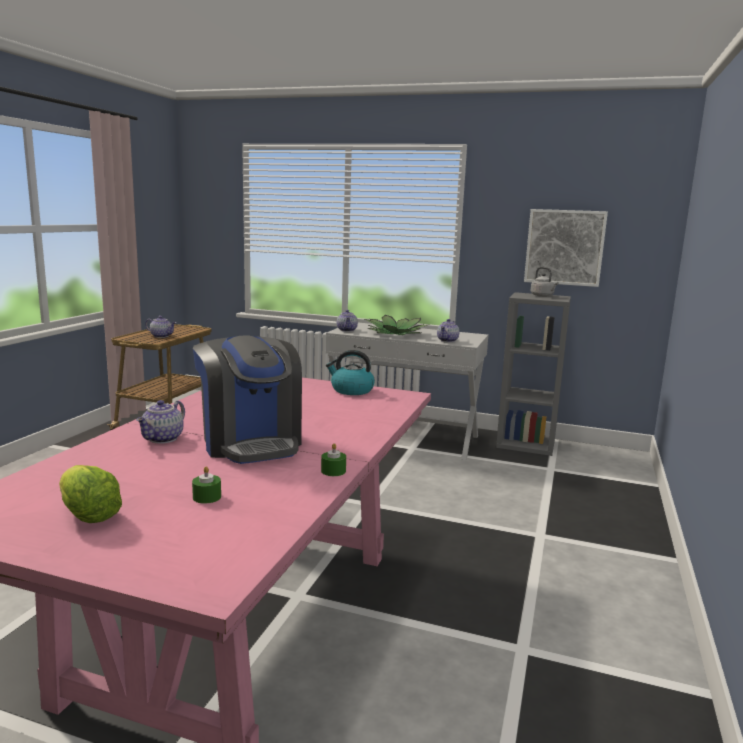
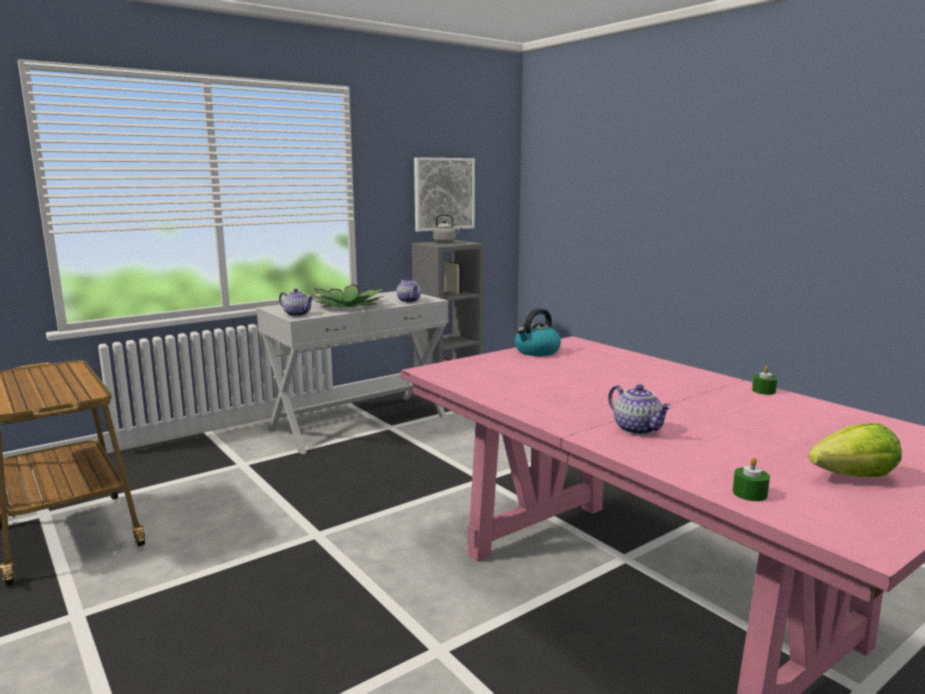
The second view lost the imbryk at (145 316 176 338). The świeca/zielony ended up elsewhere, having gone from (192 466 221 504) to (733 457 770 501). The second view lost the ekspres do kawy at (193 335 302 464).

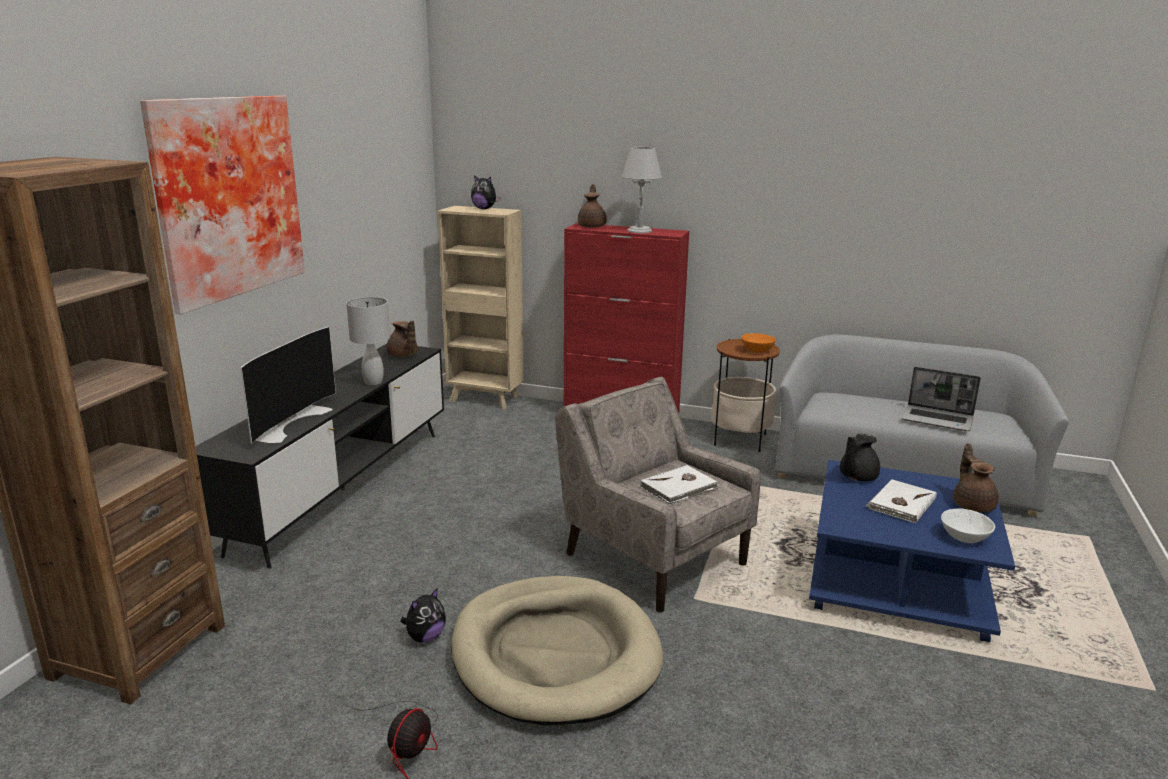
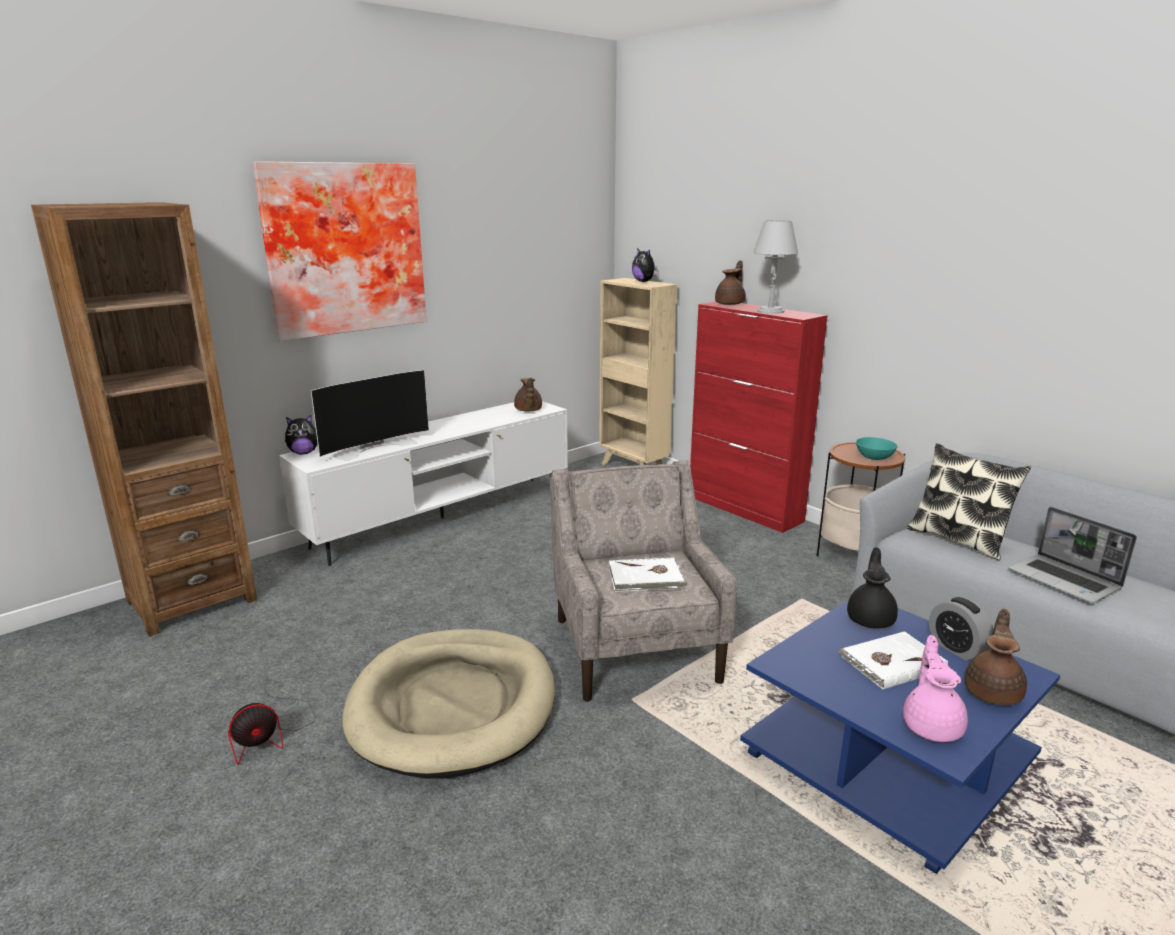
What was the szafka pod telewizor/czarny at (195 344 444 568) turned into the szafka pod telewizor/biały at (279 401 568 566). The second view lost the lampa stołowa/biały at (346 297 390 385). The pluszak ended up elsewhere, having gone from (400 588 446 642) to (285 415 318 454). What was the miska/pomarańczowy at (741 333 776 352) turned into the miska/turkusowy at (856 437 898 460). The imbryk/czarny at (840 434 880 482) ended up facing another way, 120 degrees clockwise from before. Where the miska/biały stood at (941 508 995 543), the imbryk/różowy came to stand at (903 635 968 742). The second view gained the poduszka at (907 443 1031 560). The second view gained the budzik at (929 597 993 661).

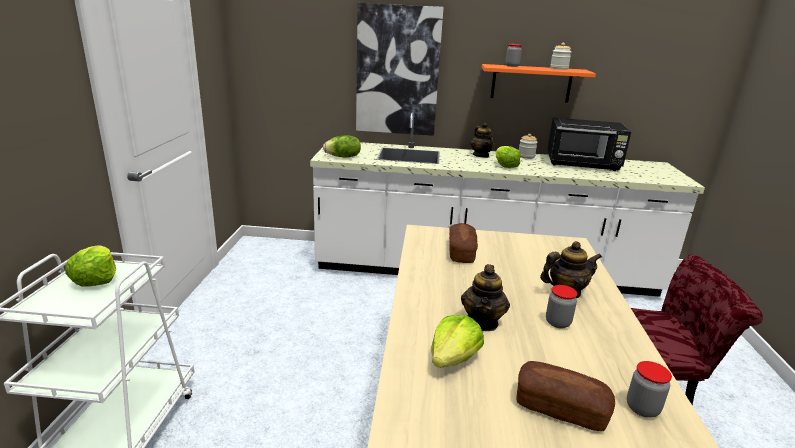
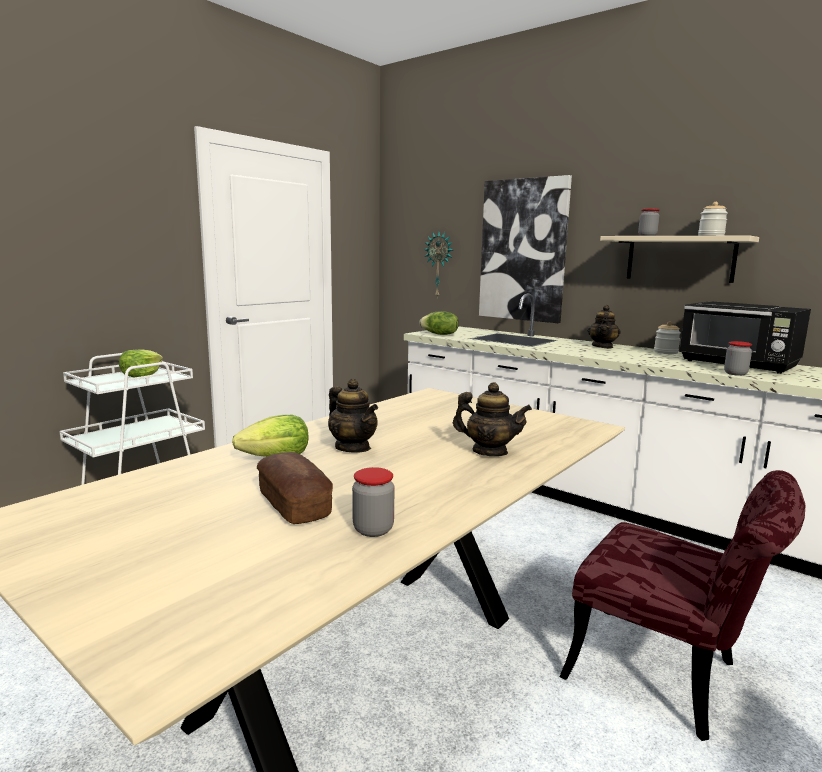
The second view lost the chleb at (449 223 478 263). The imbryk at (461 264 510 331) ended up facing another way, 90 degrees counterclockwise from before. What was the półka/pomarańczowy at (482 64 596 103) turned into the półka/beżowy at (600 236 759 283). The second view lost the sałata at (496 146 521 168). The słoik ended up elsewhere, having gone from (546 285 578 328) to (724 341 752 376). The second view gained the zegar ścienny at (424 232 453 297).

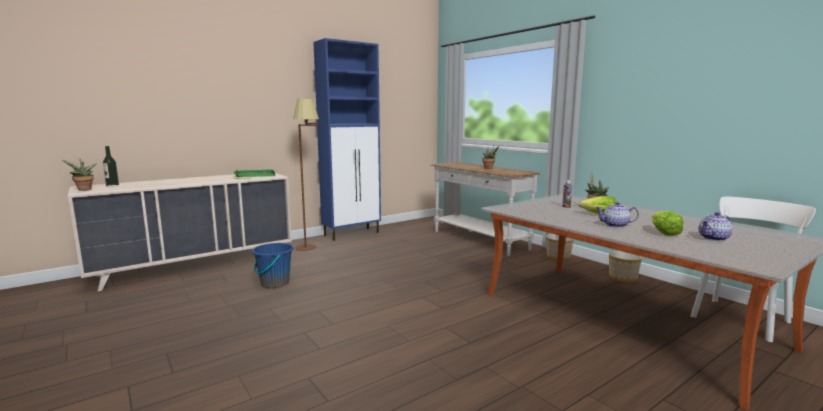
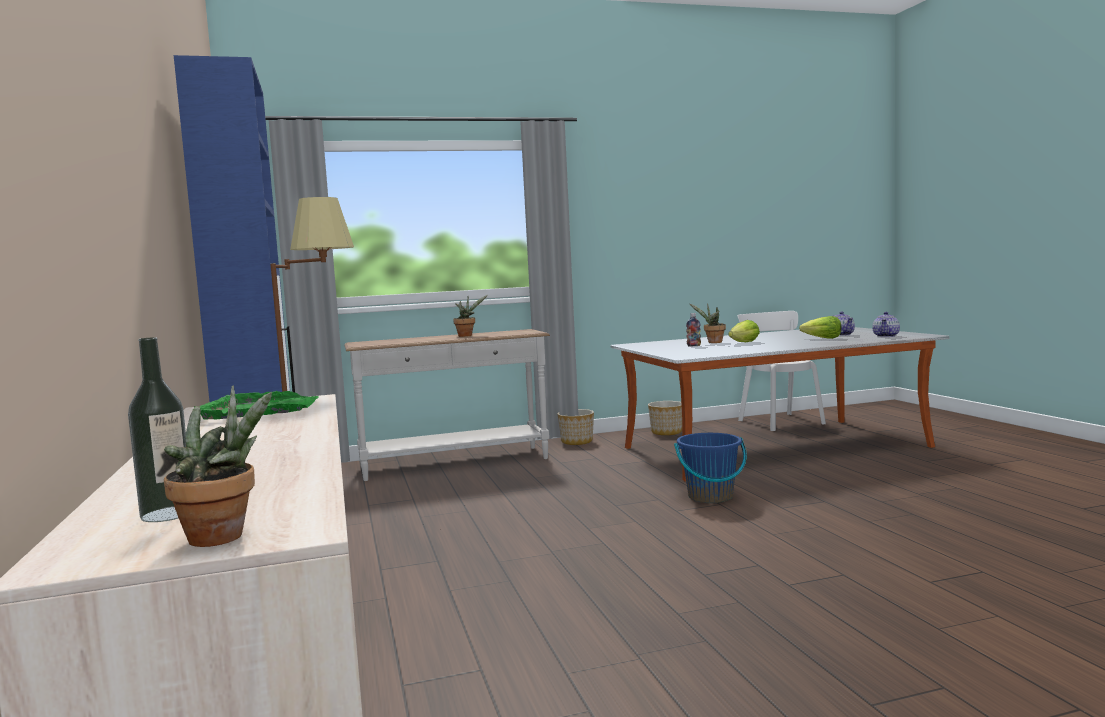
The wiadro/niebieski ended up elsewhere, having gone from (252 243 294 288) to (674 433 747 503). The imbryk ended up elsewhere, having gone from (596 202 639 228) to (872 312 900 337).

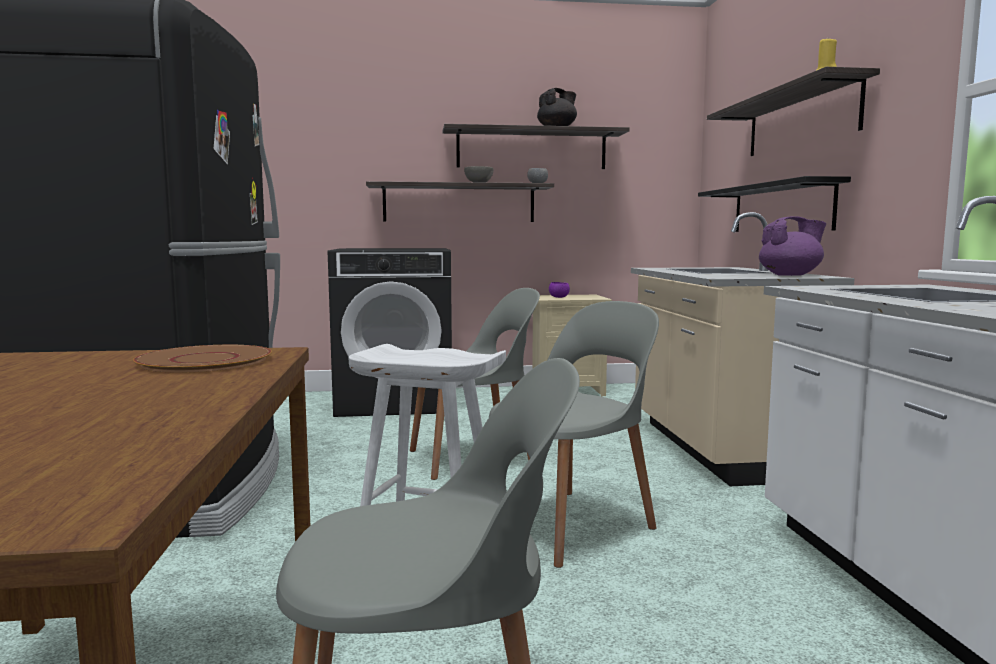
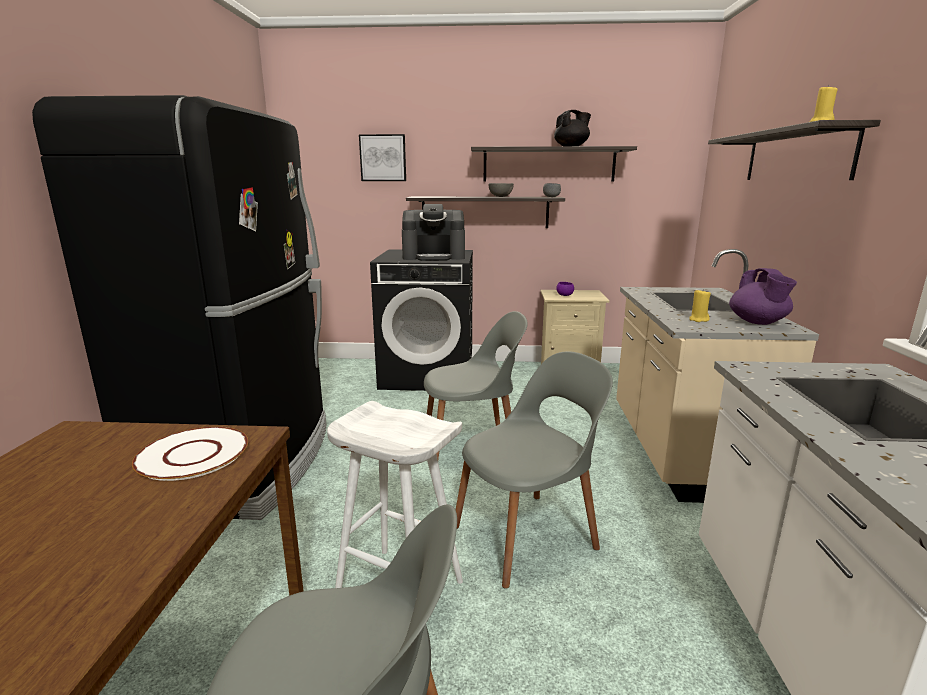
What was the talerz/brązowy at (133 345 272 372) turned into the talerz/biały at (132 427 248 481). The second view lost the półka/czarny at (698 176 851 232). The imbryk/fioletowy at (759 216 826 276) ended up facing another way, 90 degrees clockwise from before. The second view gained the obraz at (359 134 406 181). The second view gained the ekspres do kawy at (402 204 465 261). The second view gained the świeca/żółty at (689 289 711 322).

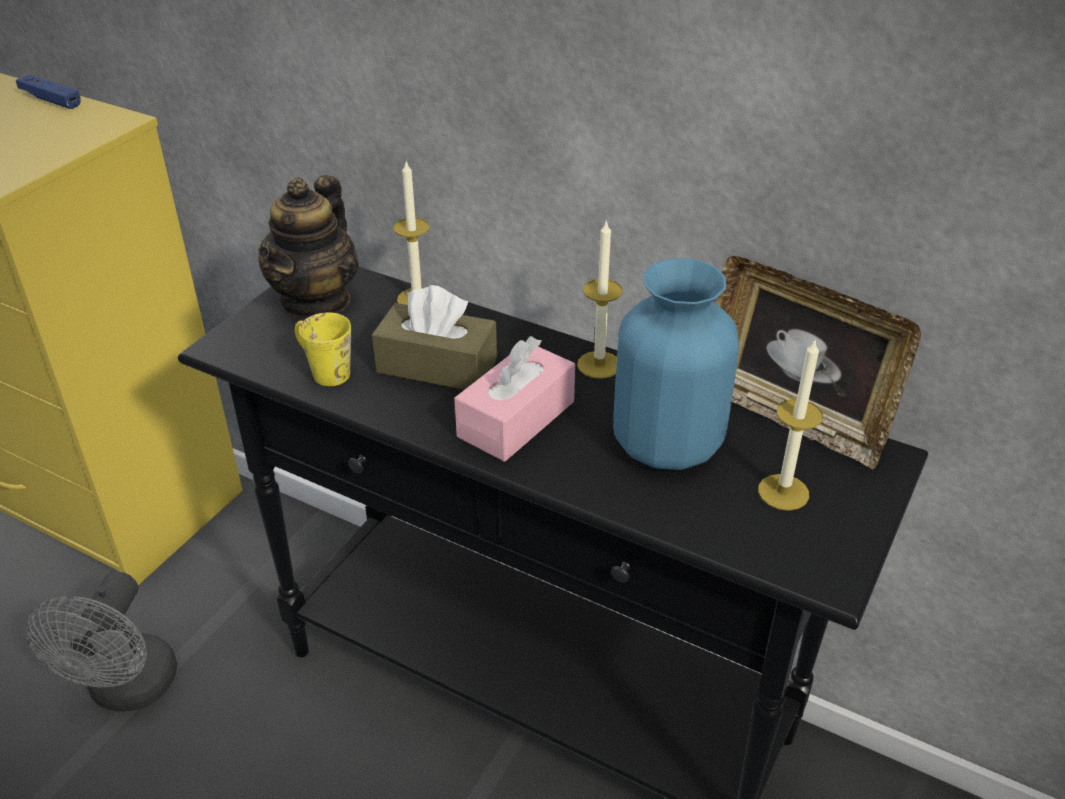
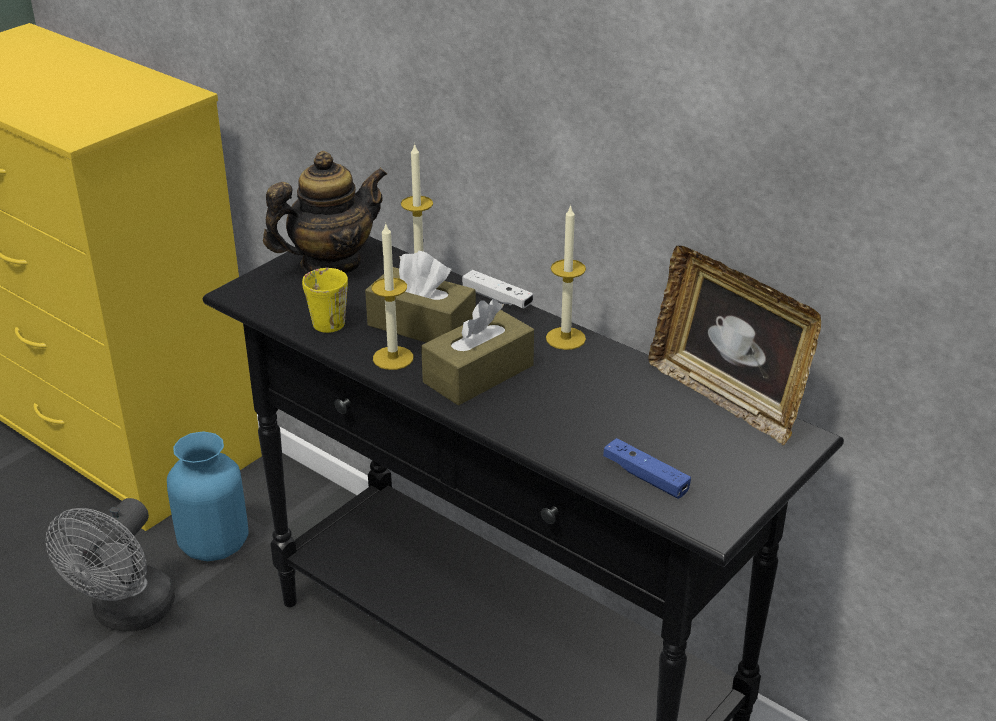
The pad do gier/niebieski ended up elsewhere, having gone from (16 74 81 109) to (603 438 691 499). The imbryk at (258 175 359 320) ended up facing another way, 150 degrees counterclockwise from before. What was the pudełko chusteczek/różowy at (454 336 575 462) turned into the pudełko chusteczek/brązowy at (421 299 534 406). The wazon/niebieski ended up elsewhere, having gone from (613 258 739 470) to (167 431 248 561). The świeca ended up elsewhere, having gone from (758 338 823 511) to (371 222 413 370). The second view gained the pad do gier/biały at (462 270 533 308).

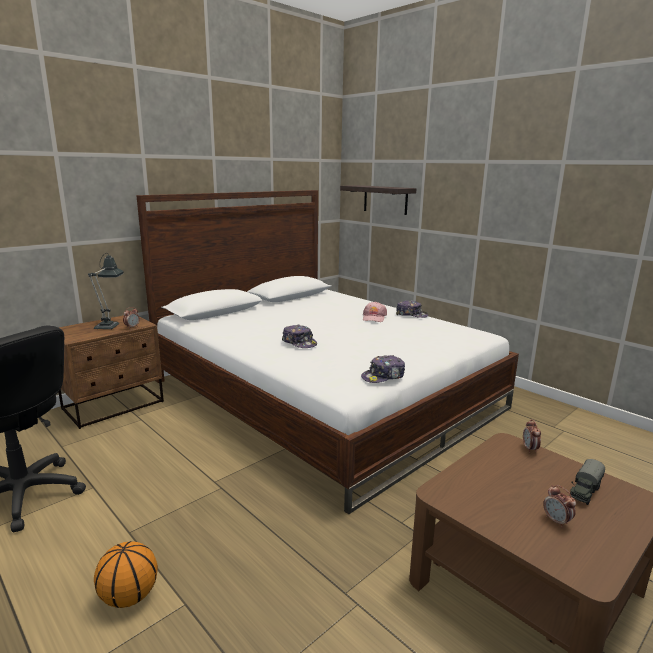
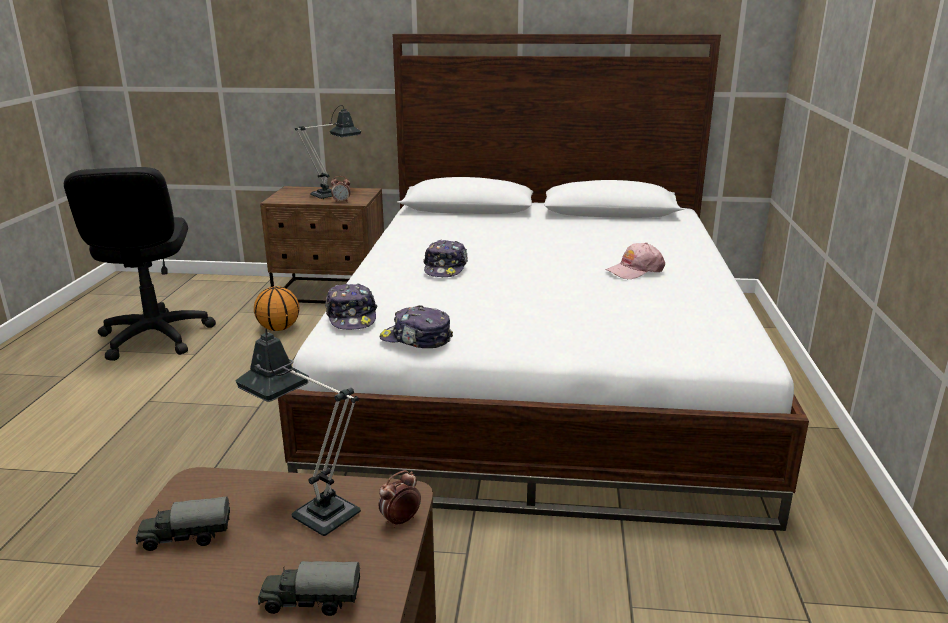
The piłka do koszykówki ended up elsewhere, having gone from (94 541 158 608) to (254 286 299 331). The second view lost the półka at (340 185 416 215). The czapka z daszkiem ended up elsewhere, having gone from (396 300 428 318) to (325 284 377 330). The second view lost the budzik at (543 485 576 528). The second view gained the ciężarówka zabawkowa at (136 496 230 551). The second view gained the lampa stołowa at (235 328 361 536).

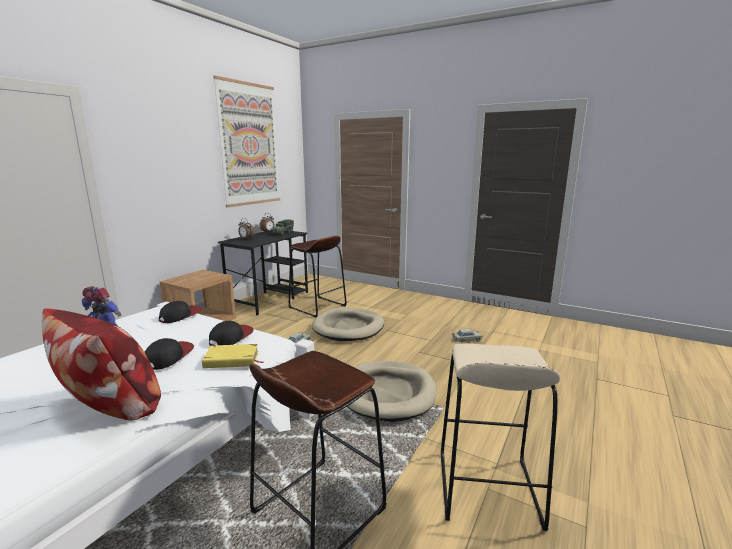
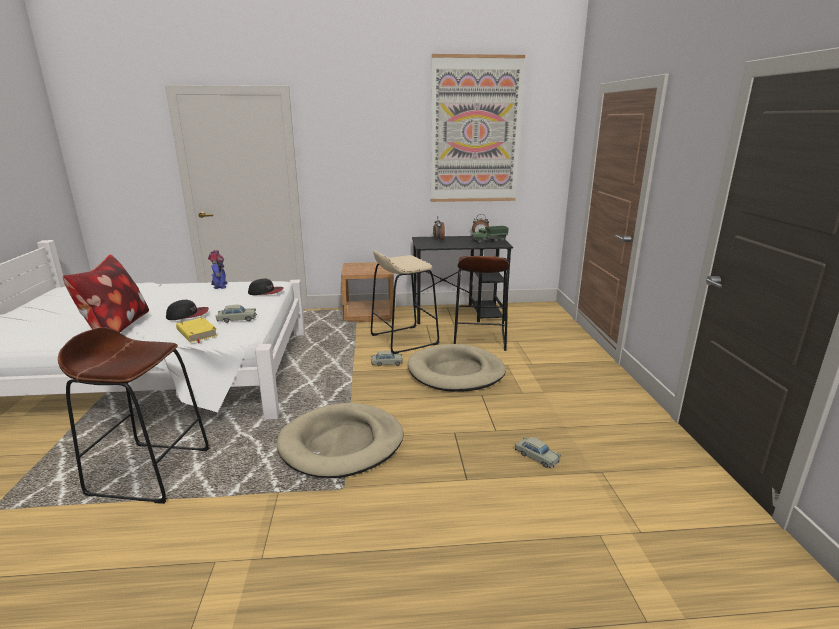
Where the czapka z daszkiem stood at (209 321 254 346), the samochodzik/beżowy came to stand at (216 305 257 323). The stołek/beżowy ended up elsewhere, having gone from (441 344 560 531) to (371 251 439 354).

